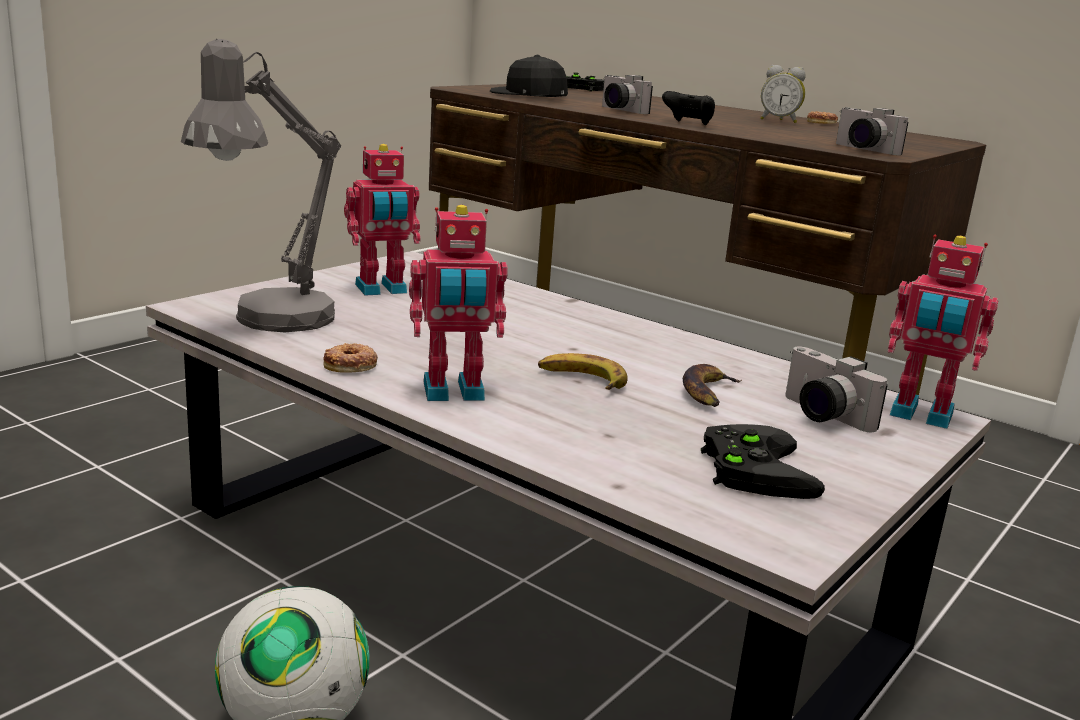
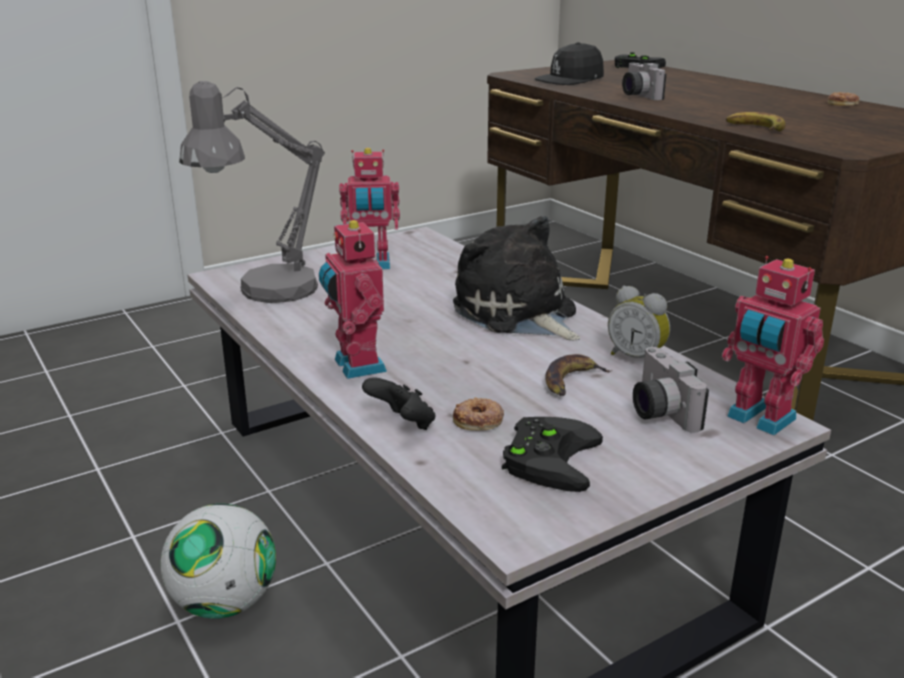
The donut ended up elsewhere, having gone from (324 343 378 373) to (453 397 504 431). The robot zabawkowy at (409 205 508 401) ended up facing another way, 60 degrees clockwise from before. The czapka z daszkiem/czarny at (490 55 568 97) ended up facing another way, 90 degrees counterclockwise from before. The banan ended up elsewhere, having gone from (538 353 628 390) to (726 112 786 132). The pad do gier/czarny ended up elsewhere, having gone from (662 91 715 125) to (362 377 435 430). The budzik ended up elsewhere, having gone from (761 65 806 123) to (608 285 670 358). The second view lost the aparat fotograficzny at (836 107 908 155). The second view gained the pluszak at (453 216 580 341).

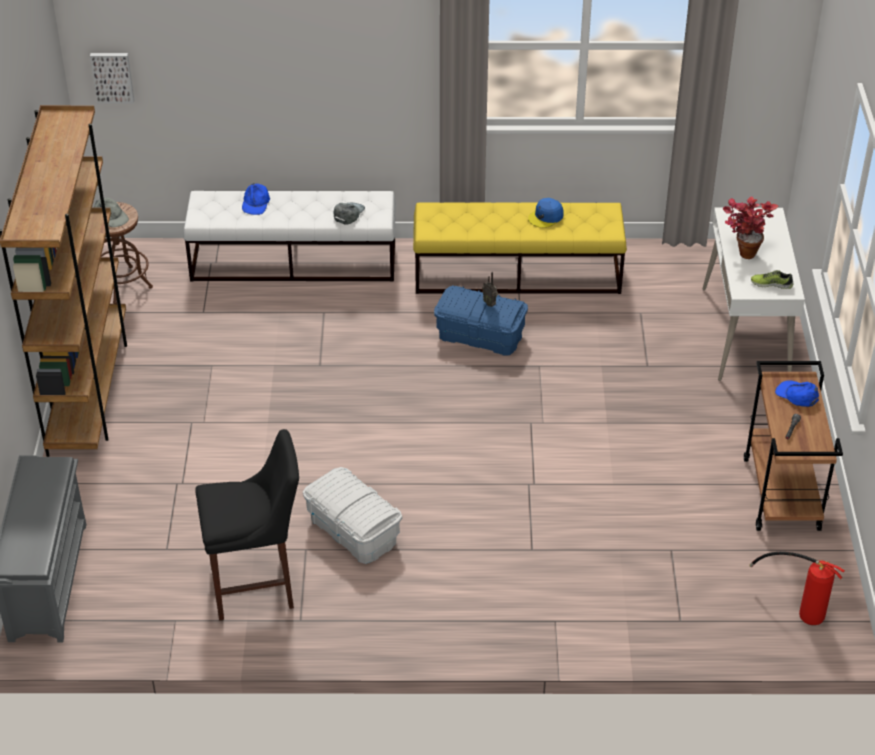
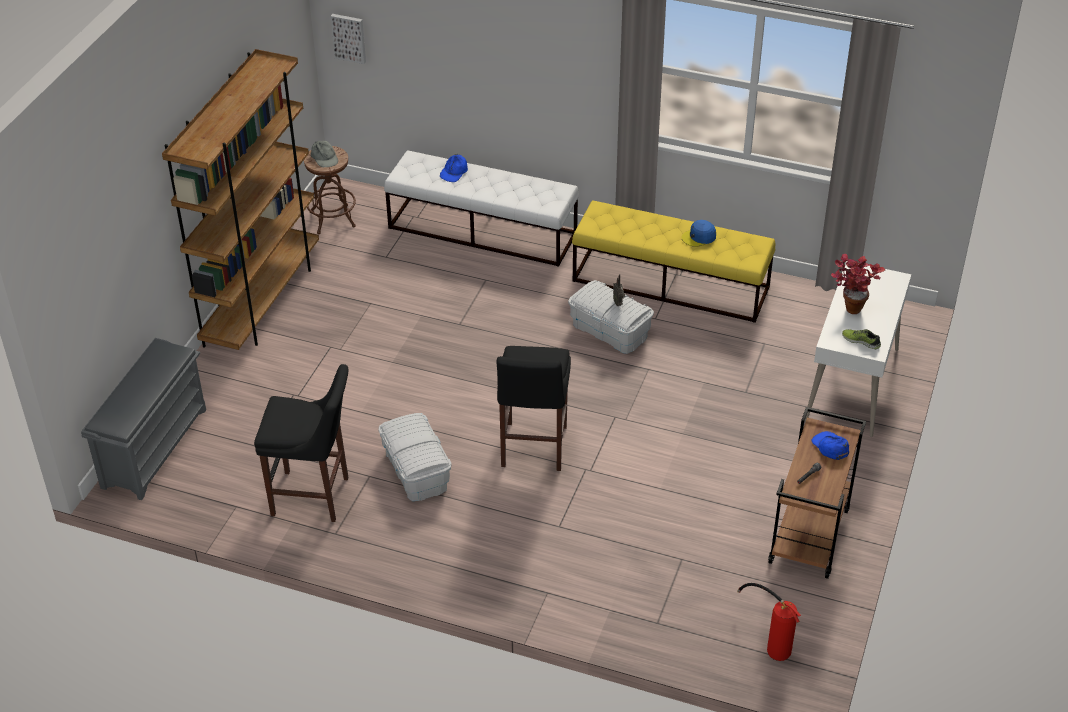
The second view lost the czapka z daszkiem/szary at (333 203 365 225). What was the pojemnik do przechowywania/niebieski at (434 285 528 356) turned into the pojemnik do przechowywania/biały at (568 280 654 354). The second view gained the stołek/czarny at (496 346 571 471).

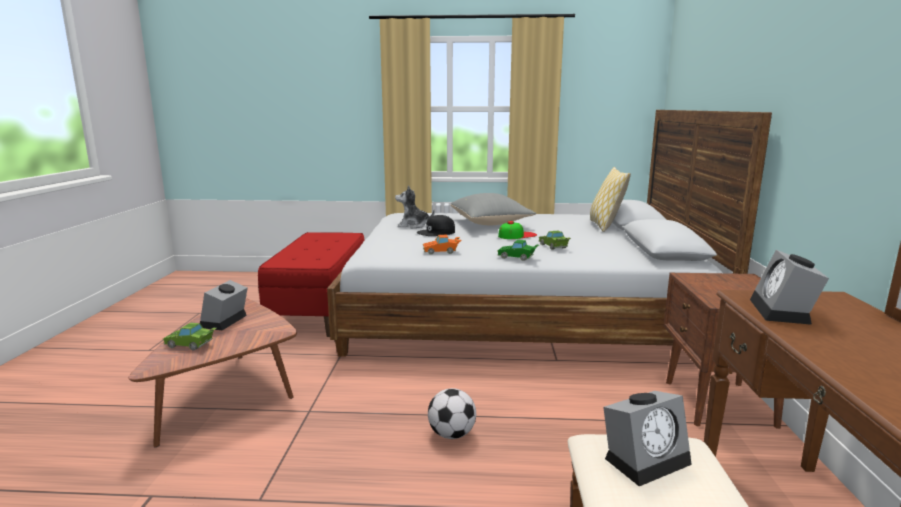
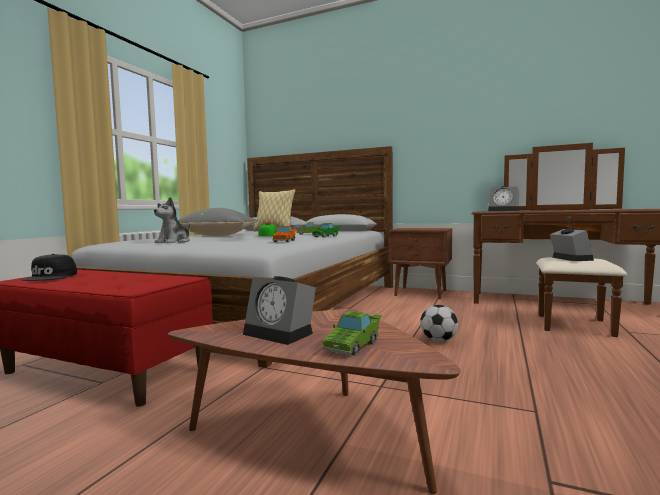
The czapka z daszkiem/czarny ended up elsewhere, having gone from (417 215 455 236) to (22 254 77 281).

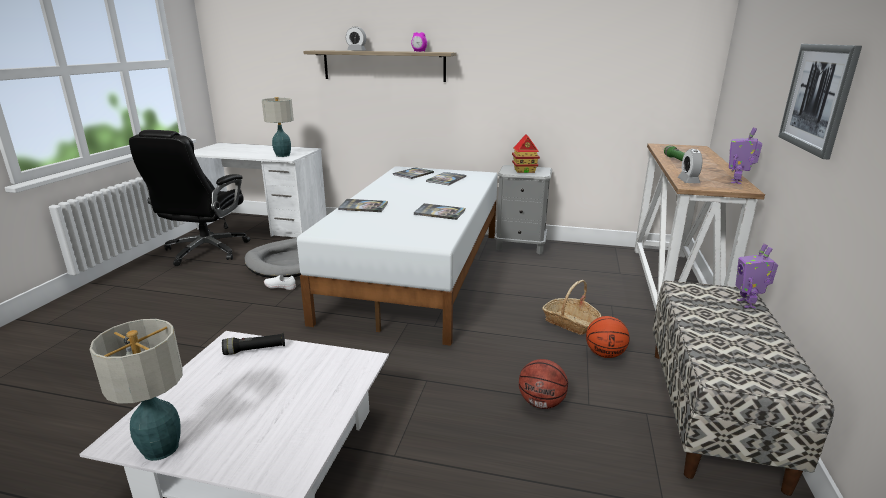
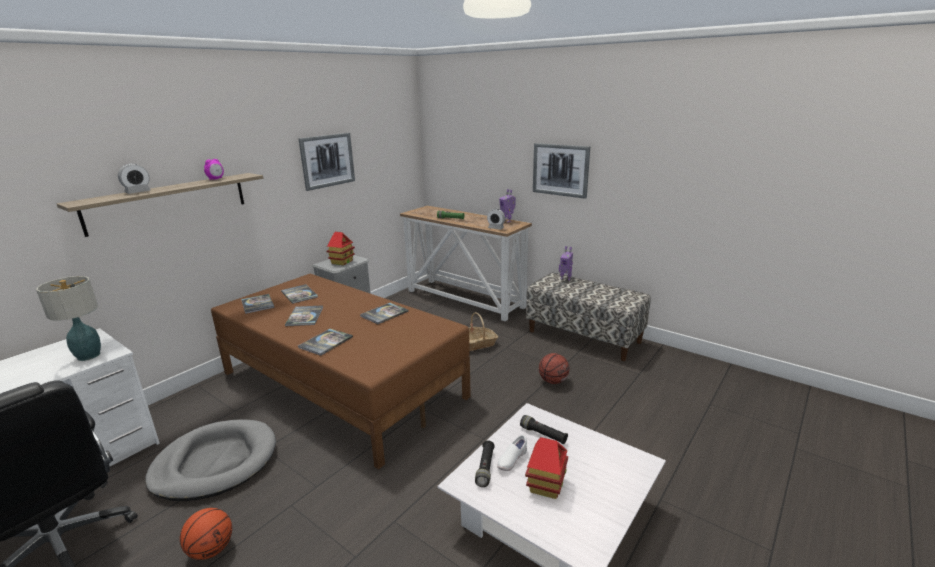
The second view lost the lampa stołowa at (90 319 183 461). The but/biały ended up elsewhere, having gone from (264 275 296 290) to (497 435 527 471). What was the łóżko/biały at (297 166 498 346) turned into the łóżko/brązowy at (211 274 471 469). The piłka do koszykówki ended up elsewhere, having gone from (586 316 629 358) to (180 508 232 560). The second view gained the książka at (285 305 323 326). The second view gained the obraz at (298 133 355 191). The second view gained the latarka/czarny at (520 415 568 444). The second view gained the domek at (525 437 568 499).

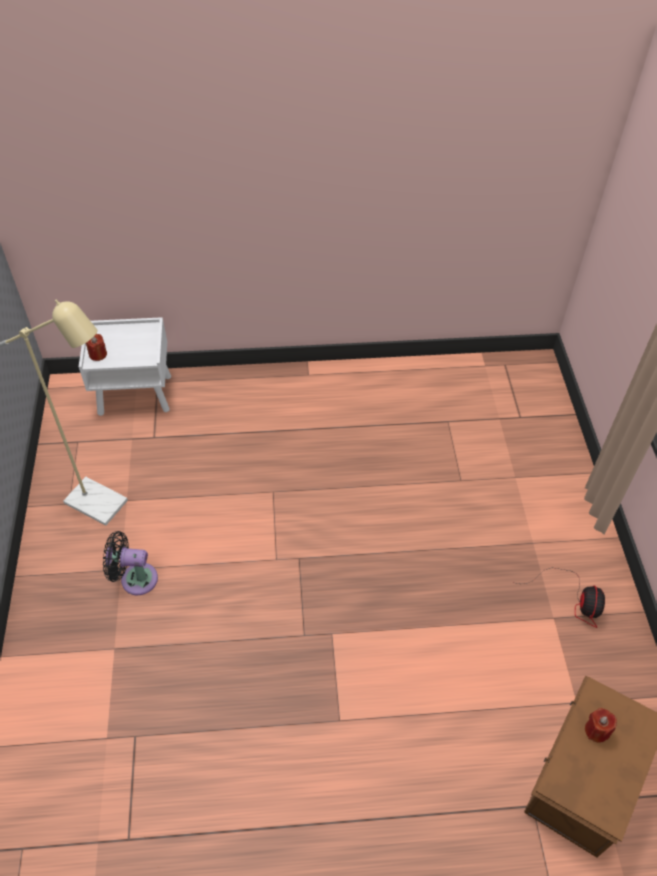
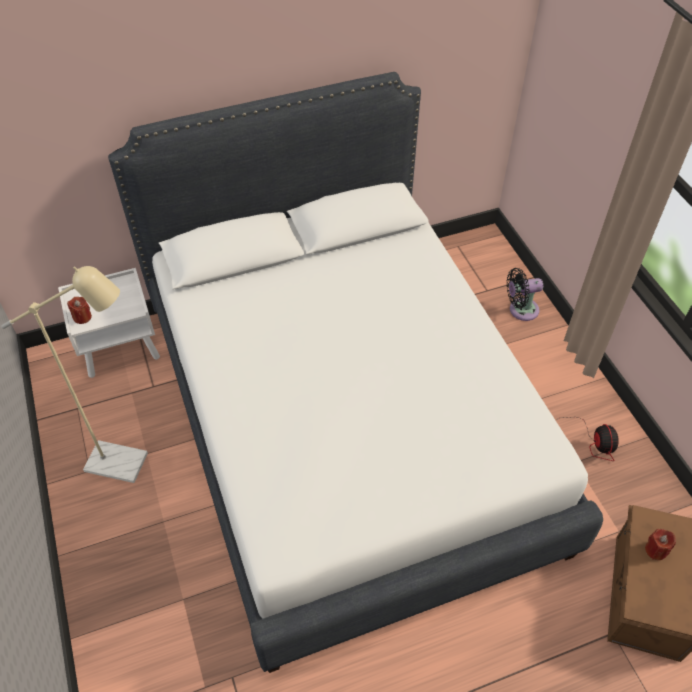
The wentylator/czarny ended up elsewhere, having gone from (103 531 158 595) to (507 268 543 321). The second view gained the łóżko/biały at (108 72 603 673).

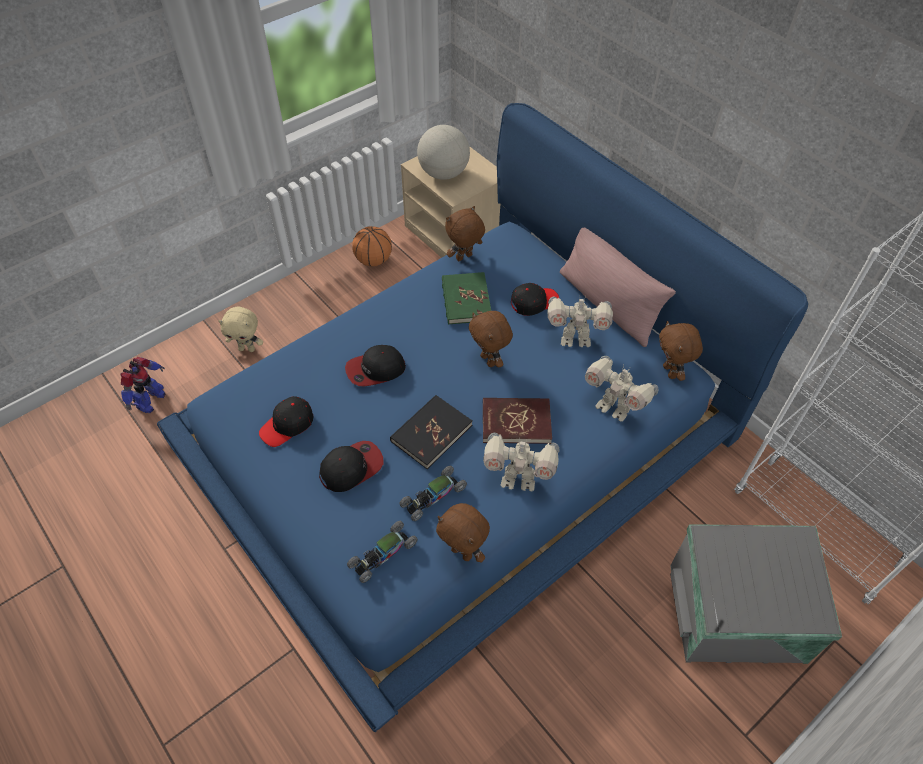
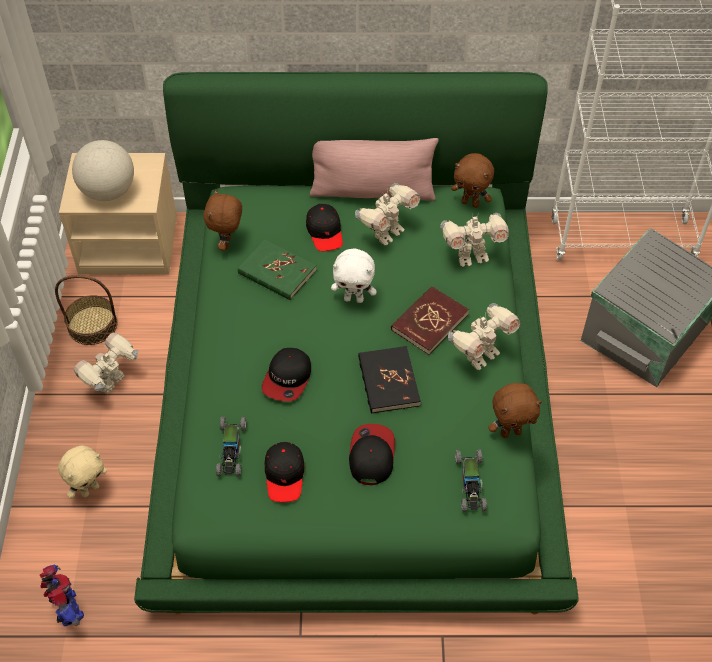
What was the łóżko/niebieski at (157 103 808 732) turned into the łóżko/zielony at (134 72 579 615). Where the piłka do koszykówki stood at (352 226 392 266), the koszyk came to stand at (55 275 118 345). The samochodzik ended up elsewhere, having gone from (399 466 467 521) to (216 417 246 477). What was the pluszak/brązowy at (469 311 513 368) turned into the pluszak/biały at (331 249 377 303). The czapka z daszkiem/czarny at (511 283 559 316) ended up facing another way, 150 degrees clockwise from before. The second view gained the robot zabawkowy at (74 333 139 394).

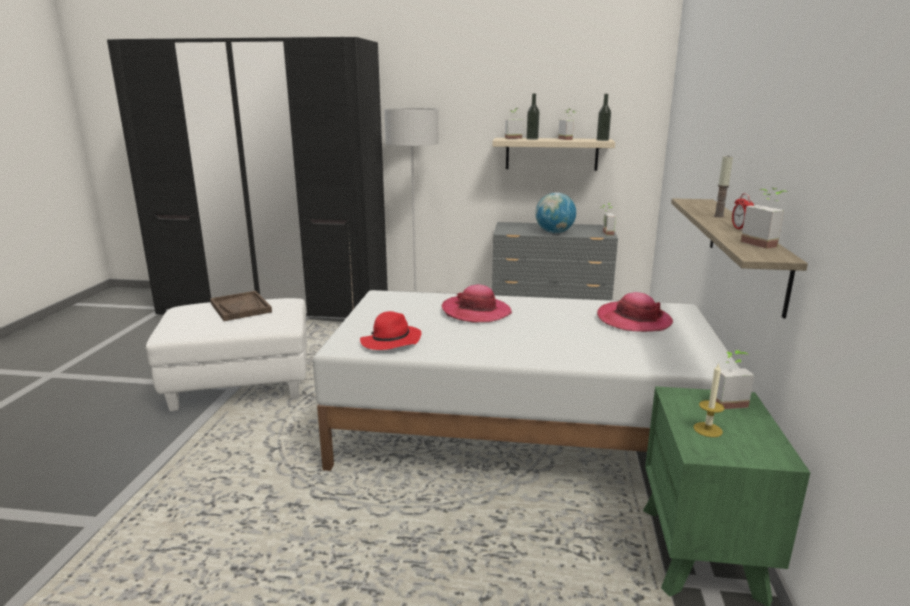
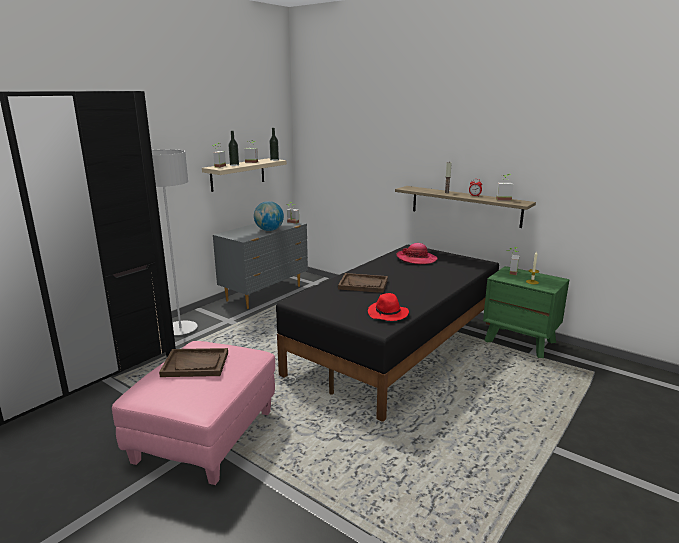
What was the pufa/biały at (146 298 307 411) turned into the pufa/różowy at (112 341 275 485). What was the łóżko/biały at (313 290 740 471) turned into the łóżko/czarny at (276 245 499 422). Where the kapelusz stood at (442 285 512 322), the taca/brązowy came to stand at (338 273 388 293).

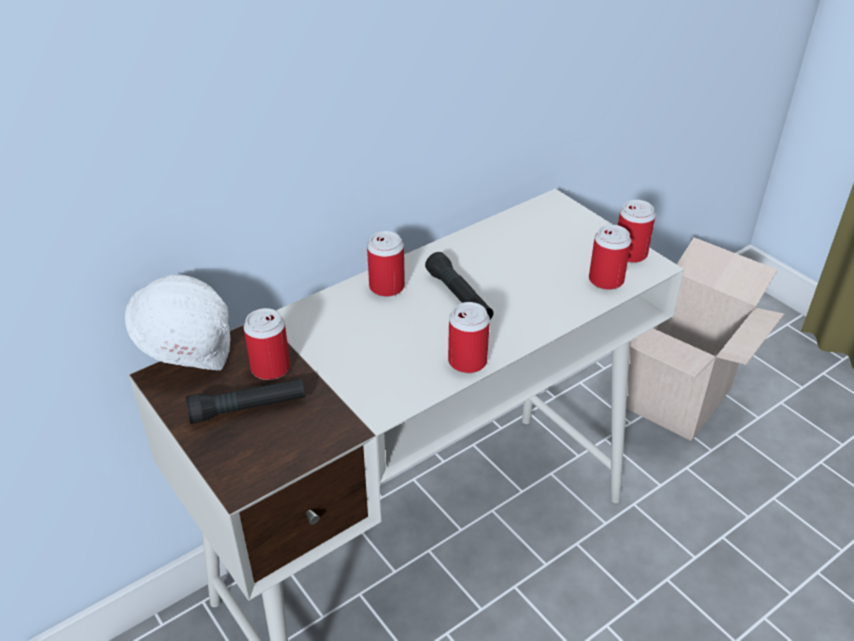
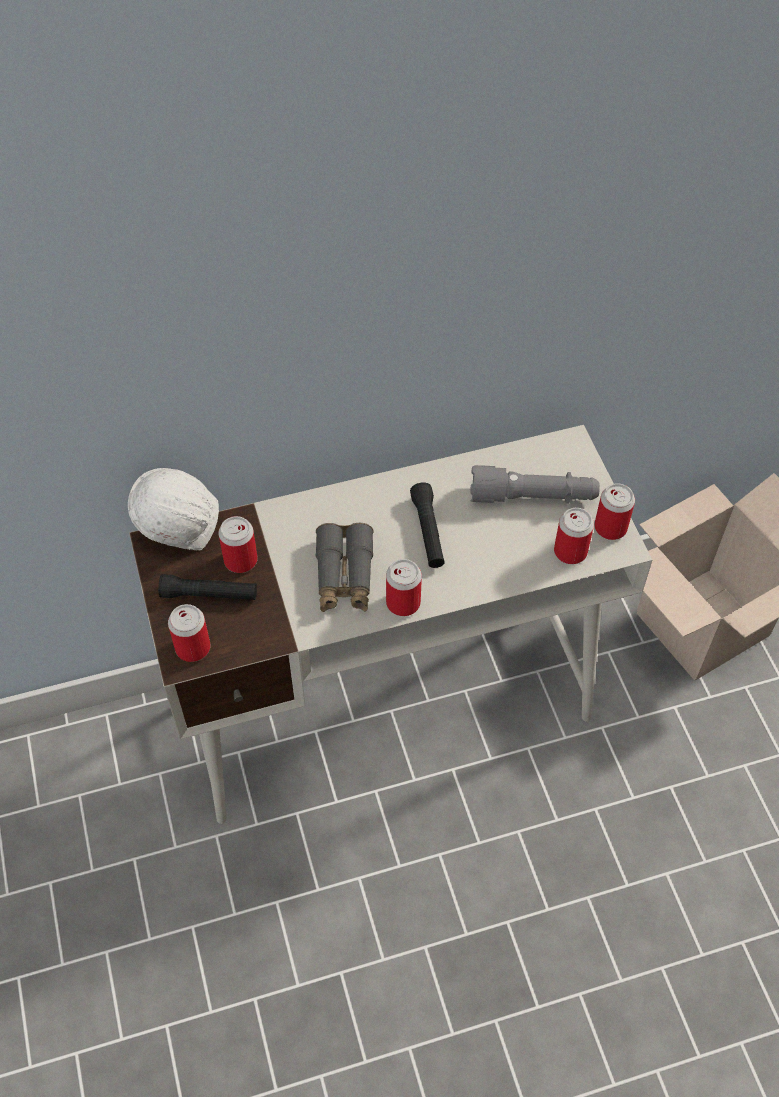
The puszka ended up elsewhere, having gone from (367 231 405 297) to (168 604 211 662). The second view gained the lornetka/szary at (316 523 374 612). The second view gained the latarka/szary at (470 465 600 504).

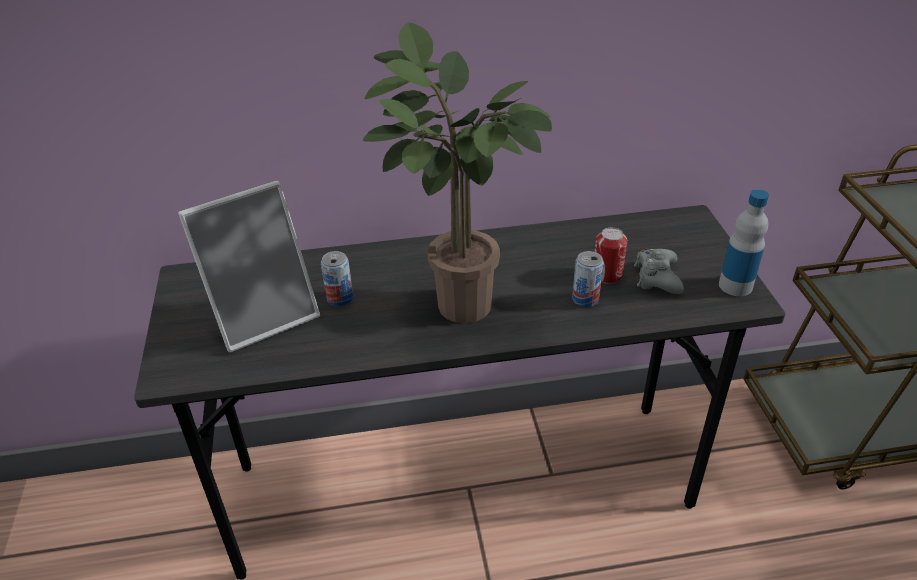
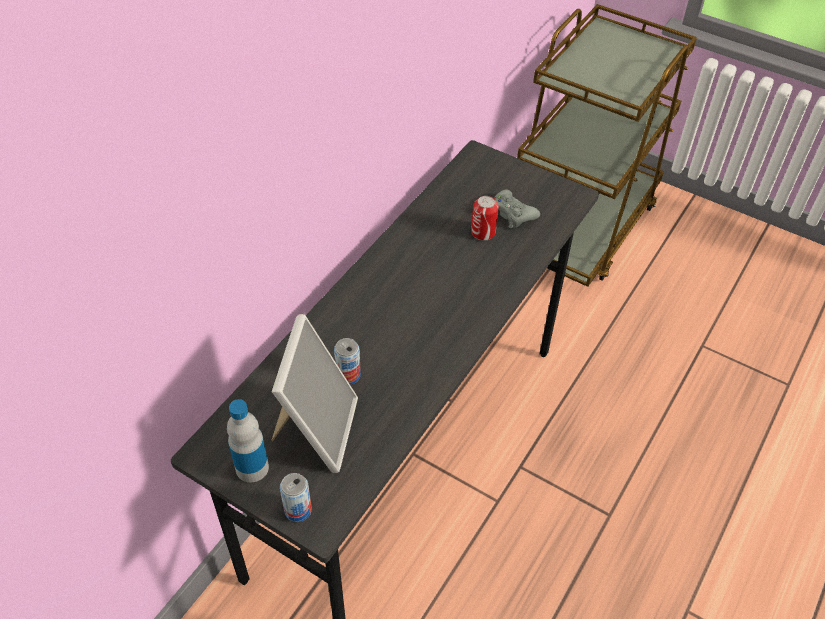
The second view lost the roślina doniczkowa at (363 22 552 323). The puszka ended up elsewhere, having gone from (572 251 604 307) to (280 473 312 522). The butelka ended up elsewhere, having gone from (719 189 769 296) to (227 399 269 482).

